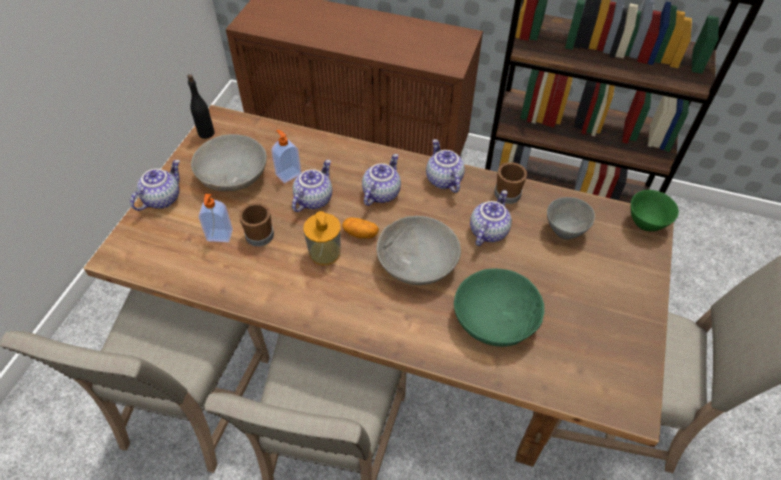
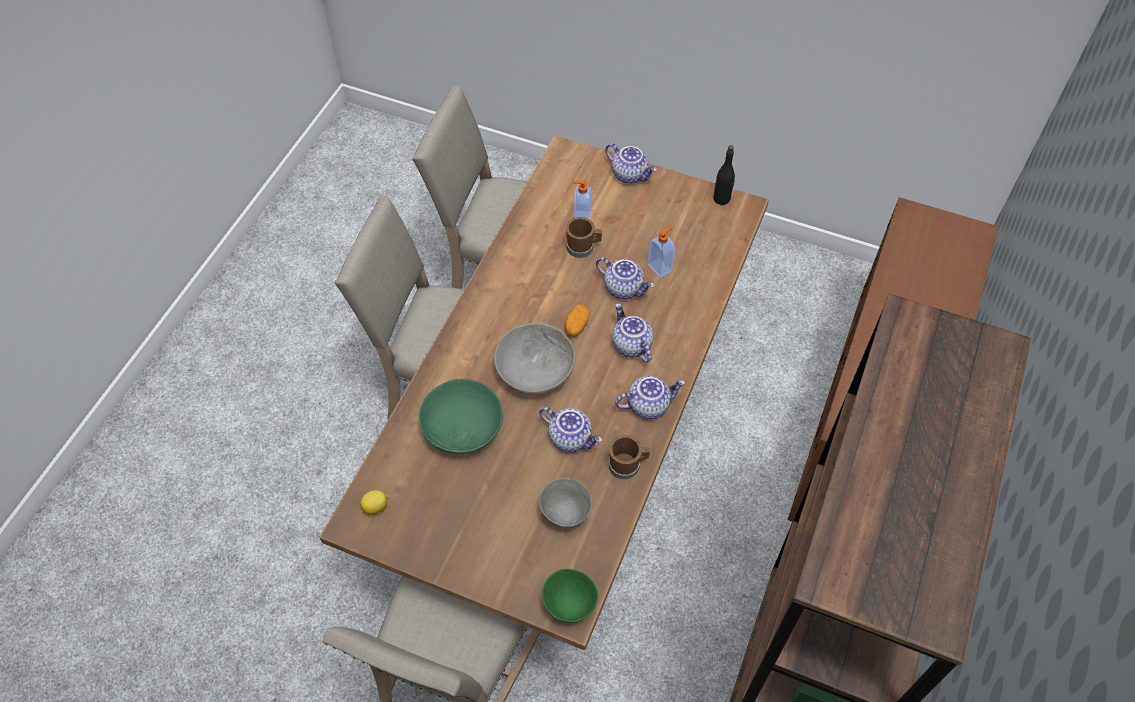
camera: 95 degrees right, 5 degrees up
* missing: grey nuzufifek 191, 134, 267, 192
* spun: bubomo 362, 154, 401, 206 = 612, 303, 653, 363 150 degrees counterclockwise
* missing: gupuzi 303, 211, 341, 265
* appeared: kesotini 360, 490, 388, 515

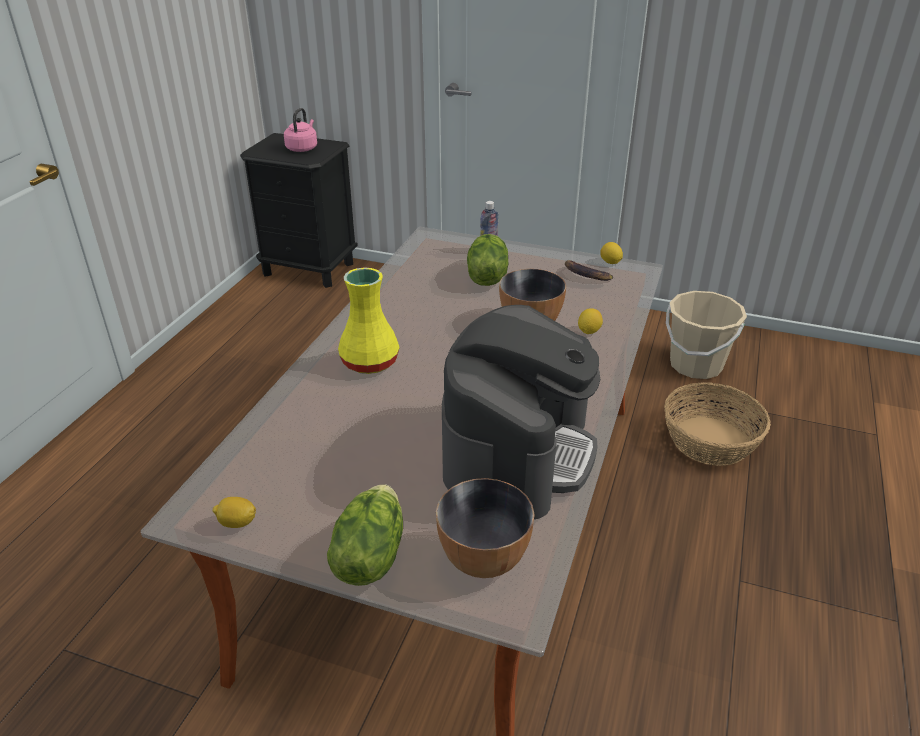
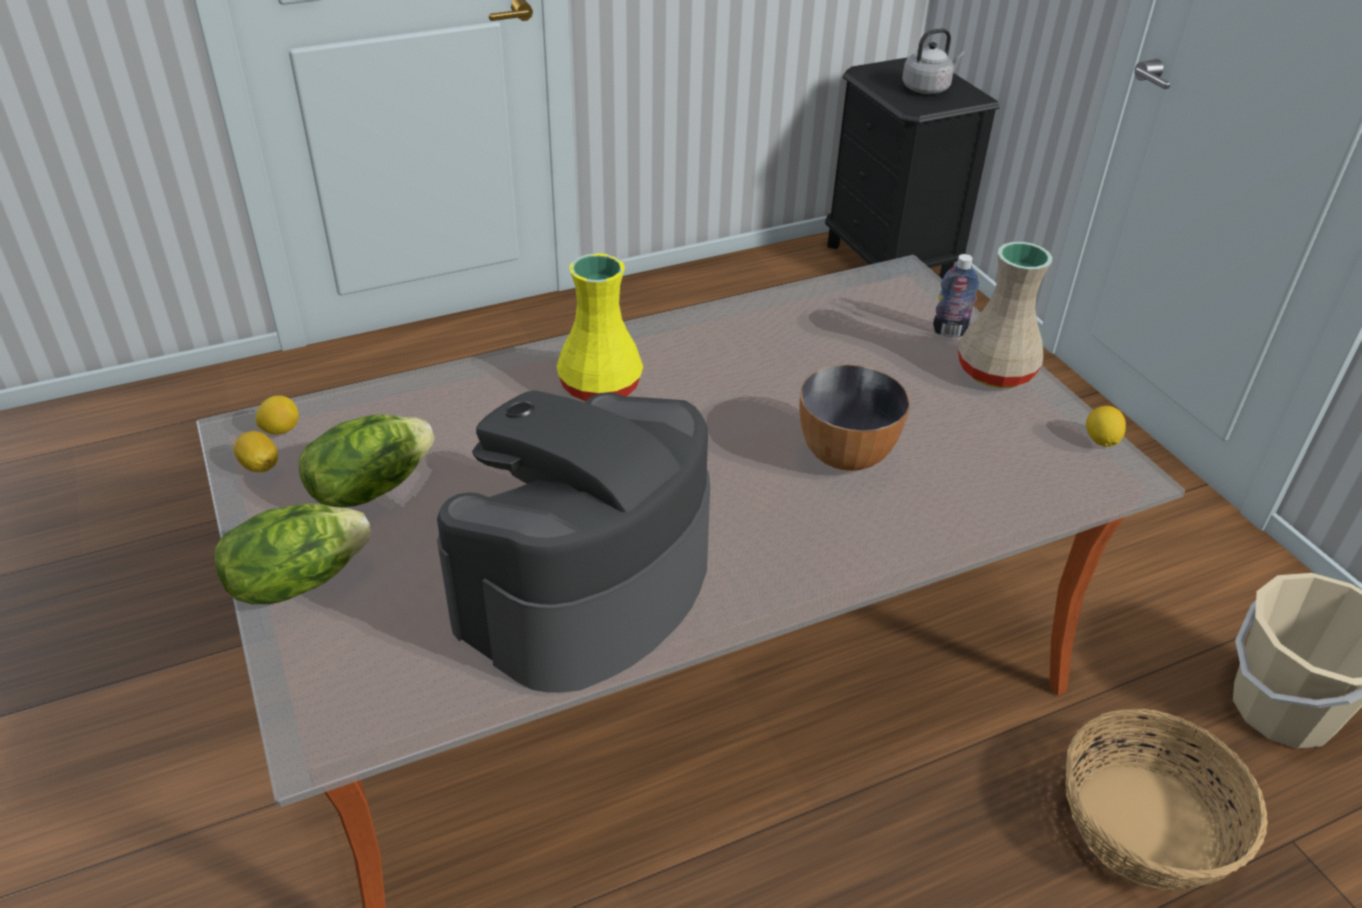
camera: 45 degrees right, 5 degrees up
* colour: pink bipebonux 284, 108, 317, 152 to grey bipebonux 902, 28, 965, 94
* relocated: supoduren 467, 234, 509, 286 to 299, 414, 434, 508
* missing: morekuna 565, 260, 613, 281
* spun: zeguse 442, 305, 600, 519 = 437, 390, 710, 693 150 degrees clockwise
* relocated: kesotini 578, 308, 603, 334 to 256, 395, 299, 435
* missing: nuzufifek 436, 478, 535, 578
* appeared: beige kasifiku 958, 242, 1052, 388

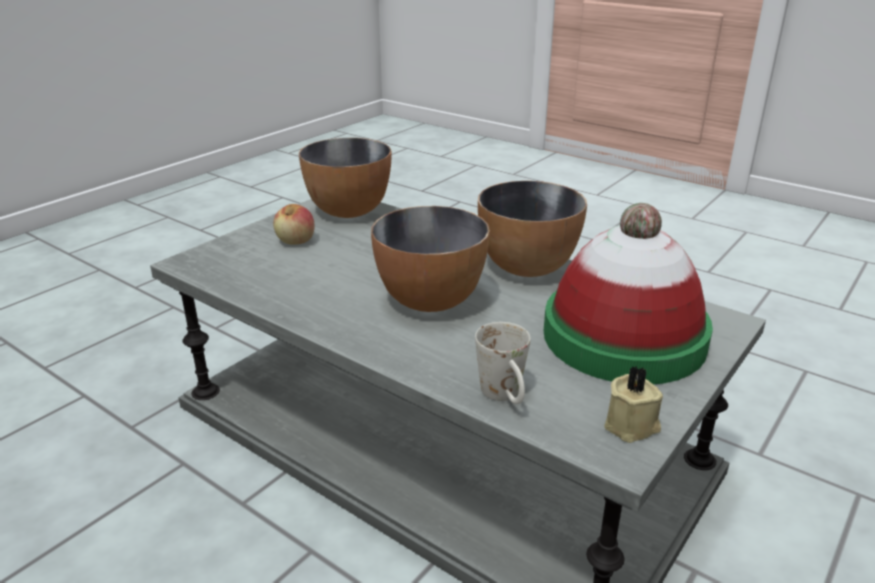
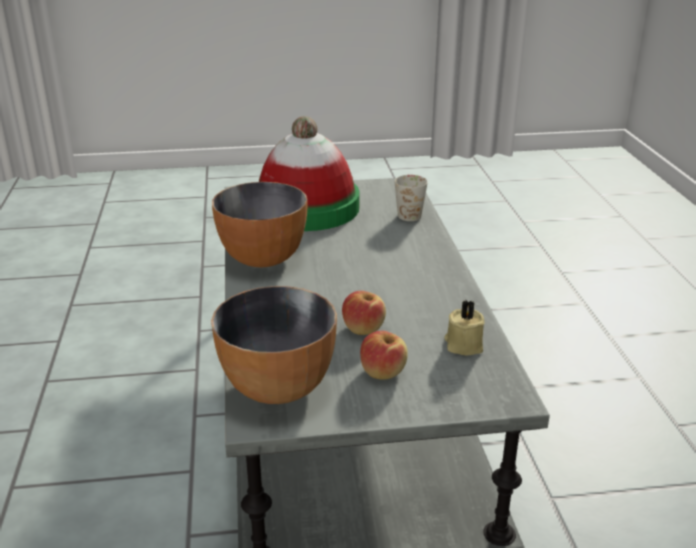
camera: 135 degrees left, 0 degrees up
* missing: nuzufifek 371, 206, 490, 312
* relocated: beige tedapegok 604, 366, 663, 443 to 444, 300, 485, 356
* appeared: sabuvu 342, 291, 386, 335

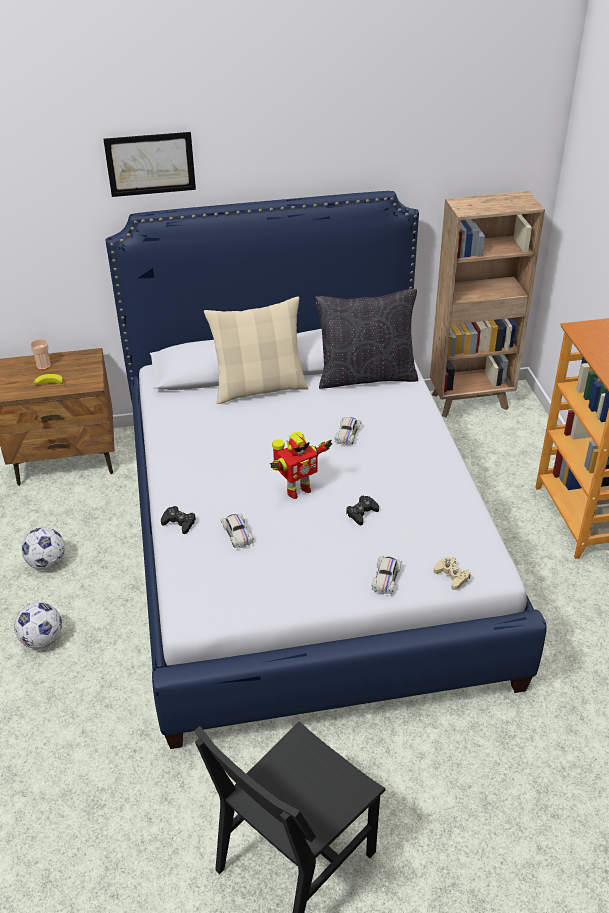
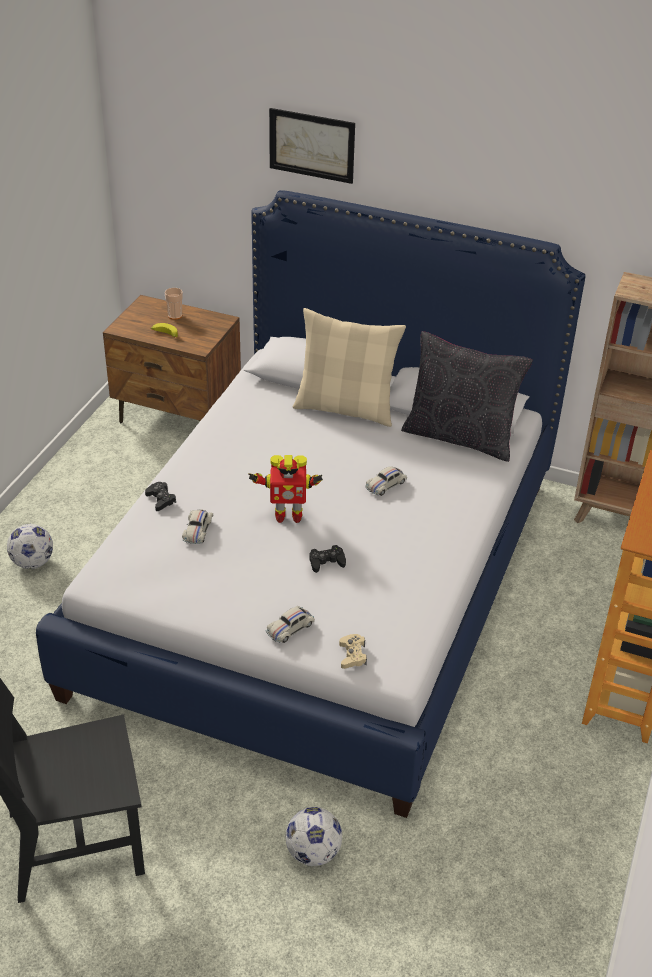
camera: 30 degrees right, 0 degrees up
* relocated: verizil 21, 527, 65, 570 to 286, 807, 342, 866

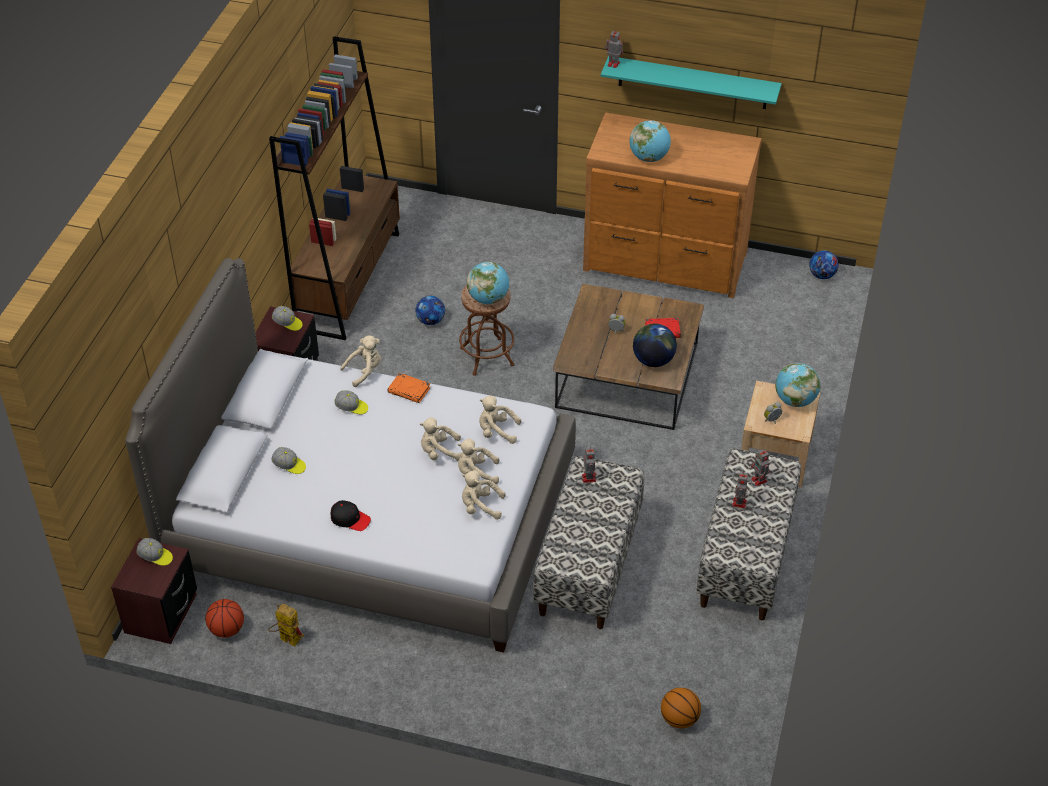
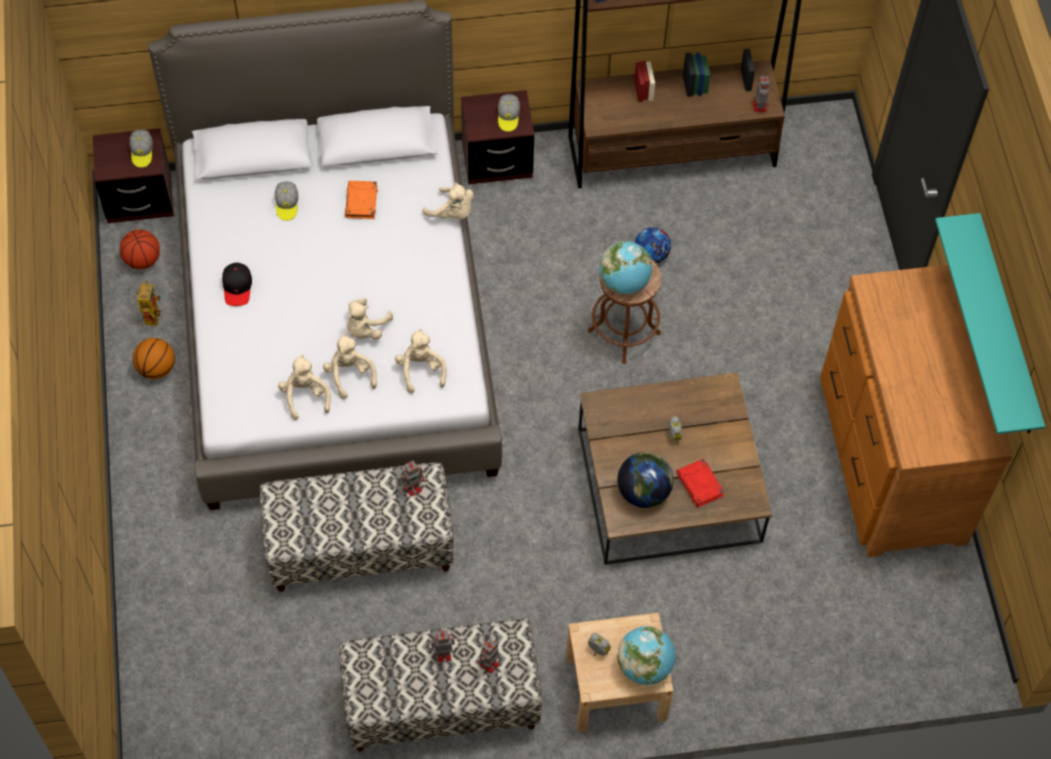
camera: 65 degrees right, 15 degrees up
* relocated: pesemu 604, 31, 623, 68 to 753, 75, 770, 112
* missing: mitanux 629, 121, 671, 162
* missing: verizil 809, 250, 839, 279
* relocated: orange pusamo 387, 373, 431, 403 to 345, 181, 377, 219
* missing: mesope 335, 390, 368, 415
* spun: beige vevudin 420, 417, 462, 461 = 347, 298, 393, 340 120 degrees counterclockwise
* relocated: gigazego 661, 688, 701, 729 to 133, 338, 175, 379

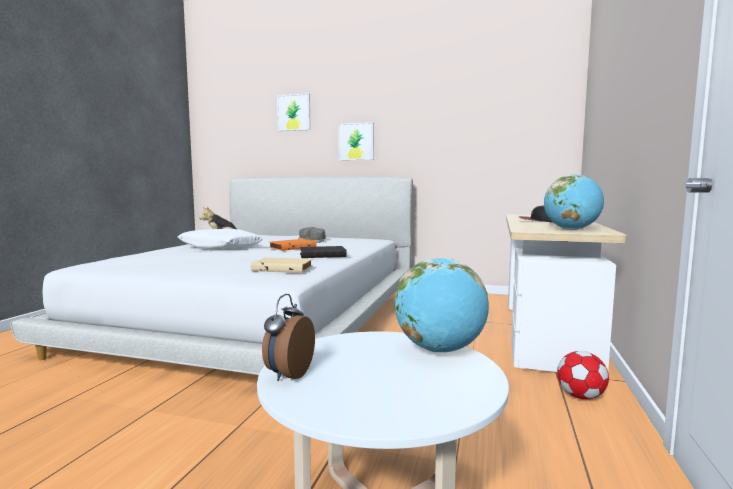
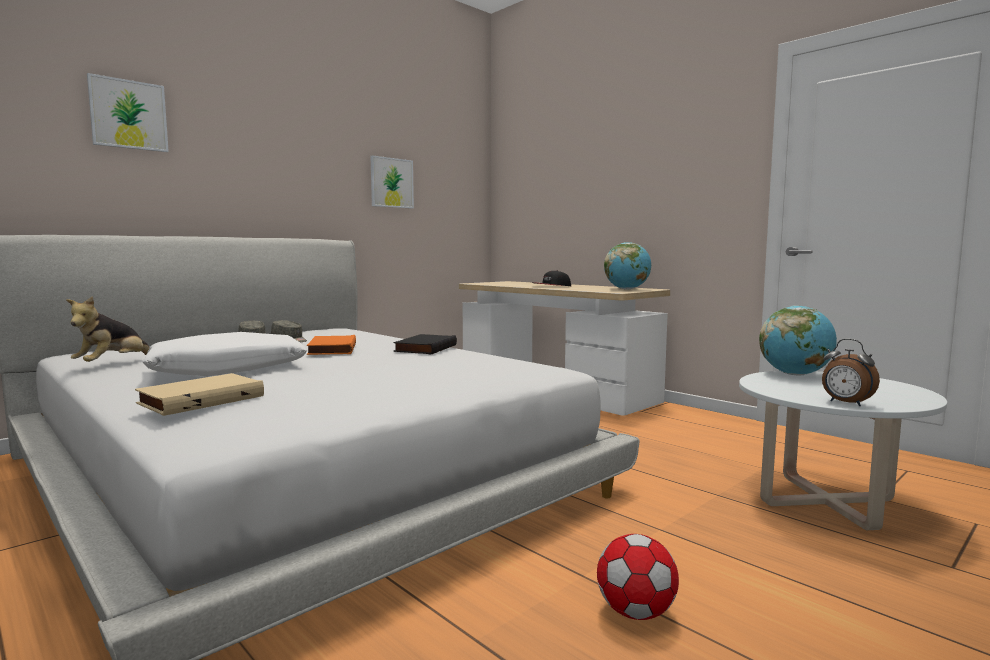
camera: 60 degrees left, 0 degrees up
* relocated: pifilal 338, 122, 374, 160 to 370, 155, 414, 209
* relocated: beige pusamo 251, 257, 313, 273 to 135, 373, 264, 416
* relocated: verizil 557, 351, 609, 399 to 597, 534, 679, 620

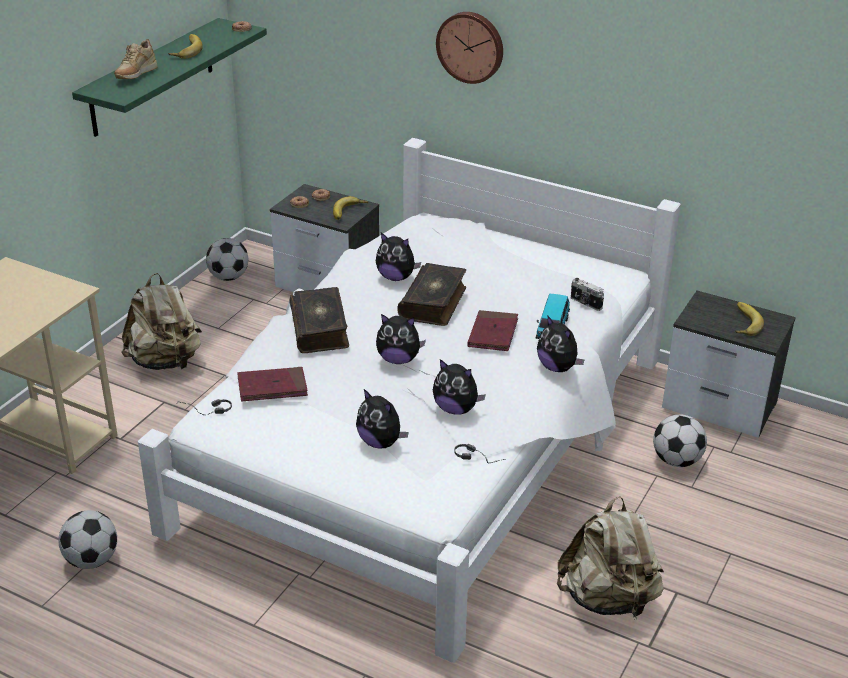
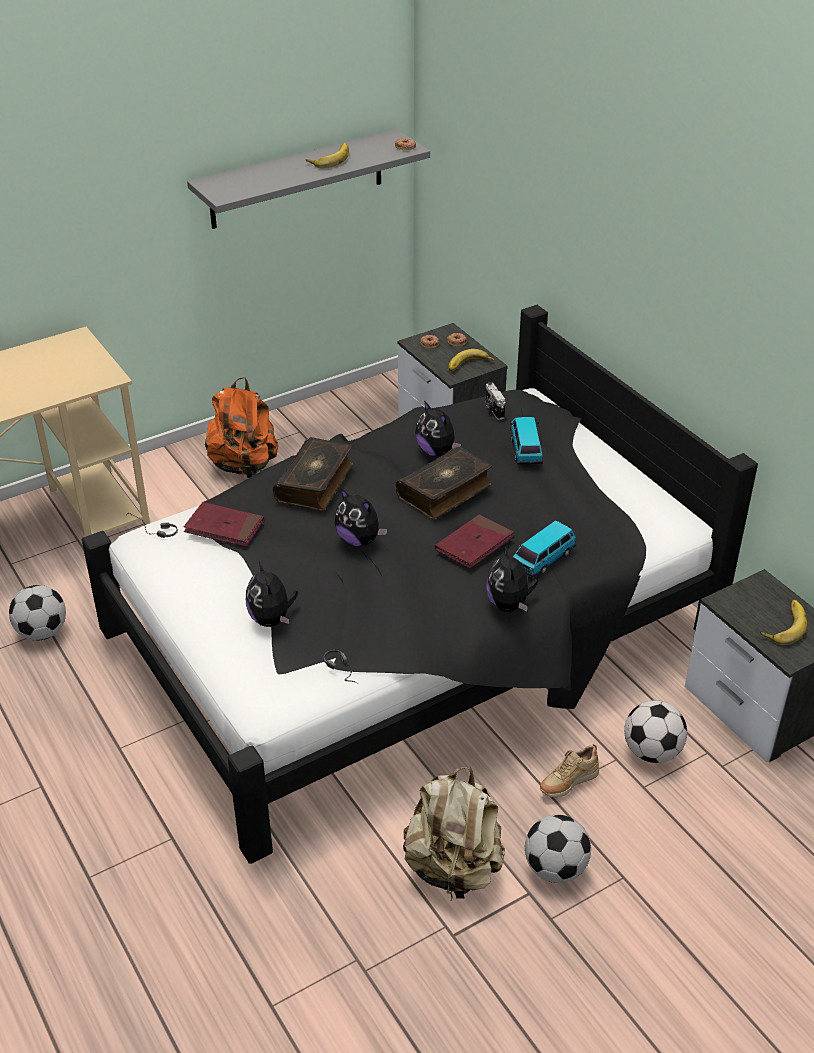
camera: 30 degrees right, 5 degrees up
* missing: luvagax 436, 12, 503, 84
* colour: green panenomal 72, 18, 267, 137 to grey panenomal 187, 129, 430, 229
* relocated: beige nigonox 114, 39, 158, 79 to 540, 744, 599, 797
* colour: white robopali 138, 138, 681, 663 to black robopali 82, 305, 758, 864
* relocated: verizil 206, 238, 248, 281 to 525, 815, 591, 883
* colour: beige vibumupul 122, 273, 202, 370 to orange vibumupul 205, 377, 278, 478
* relocated: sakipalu 571, 278, 604, 311 to 485, 382, 506, 420
* missing: vevudin 433, 359, 486, 414
* appeared: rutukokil 510, 417, 543, 465

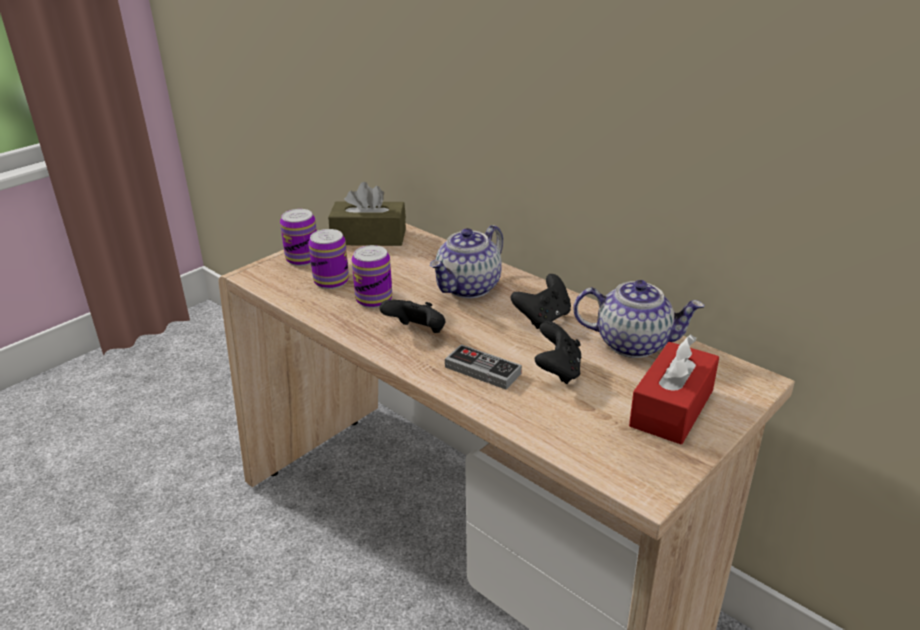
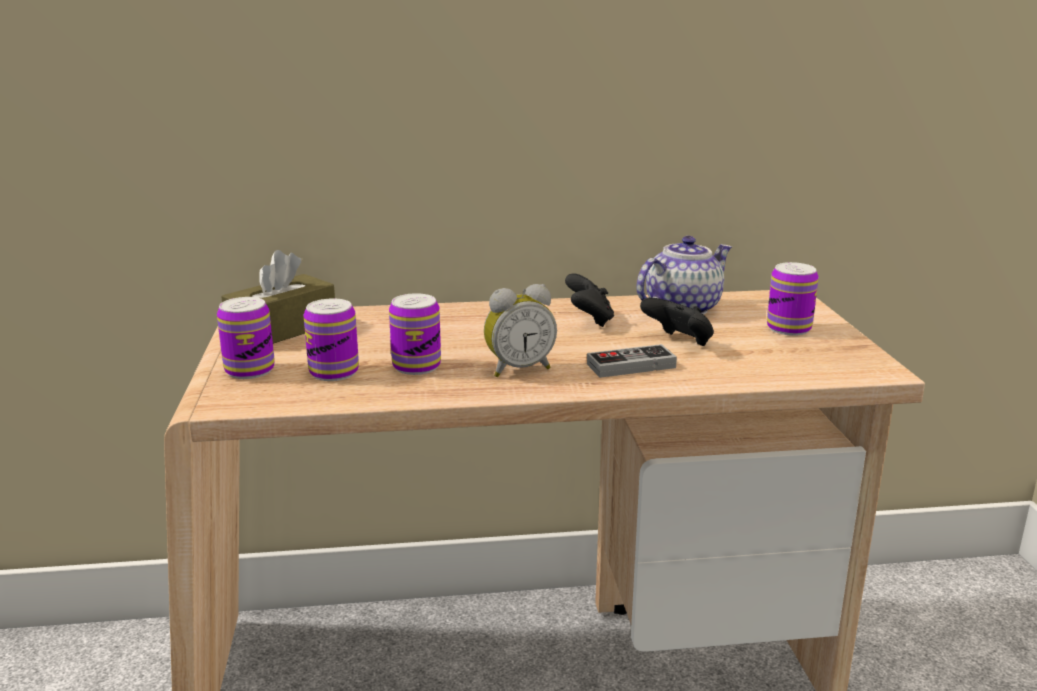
camera: 50 degrees left, 10 degrees down
* missing: bubomo 430, 225, 503, 298
* exchanged: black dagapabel 380, 300, 445, 333 to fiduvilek 484, 284, 557, 377
* exchanged: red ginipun 629, 334, 719, 444 to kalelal 767, 262, 819, 336

